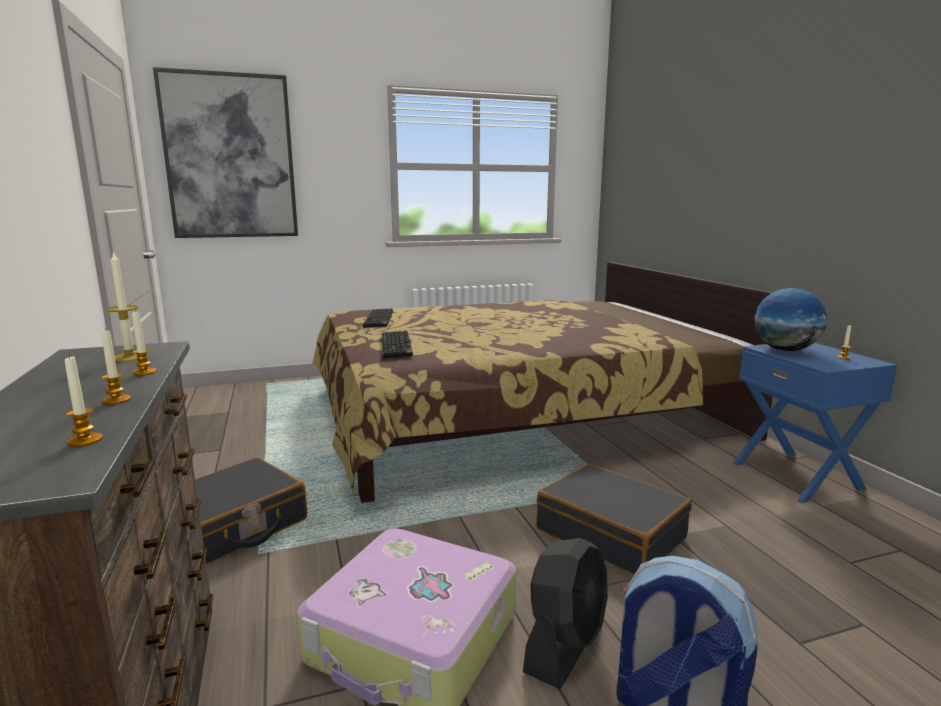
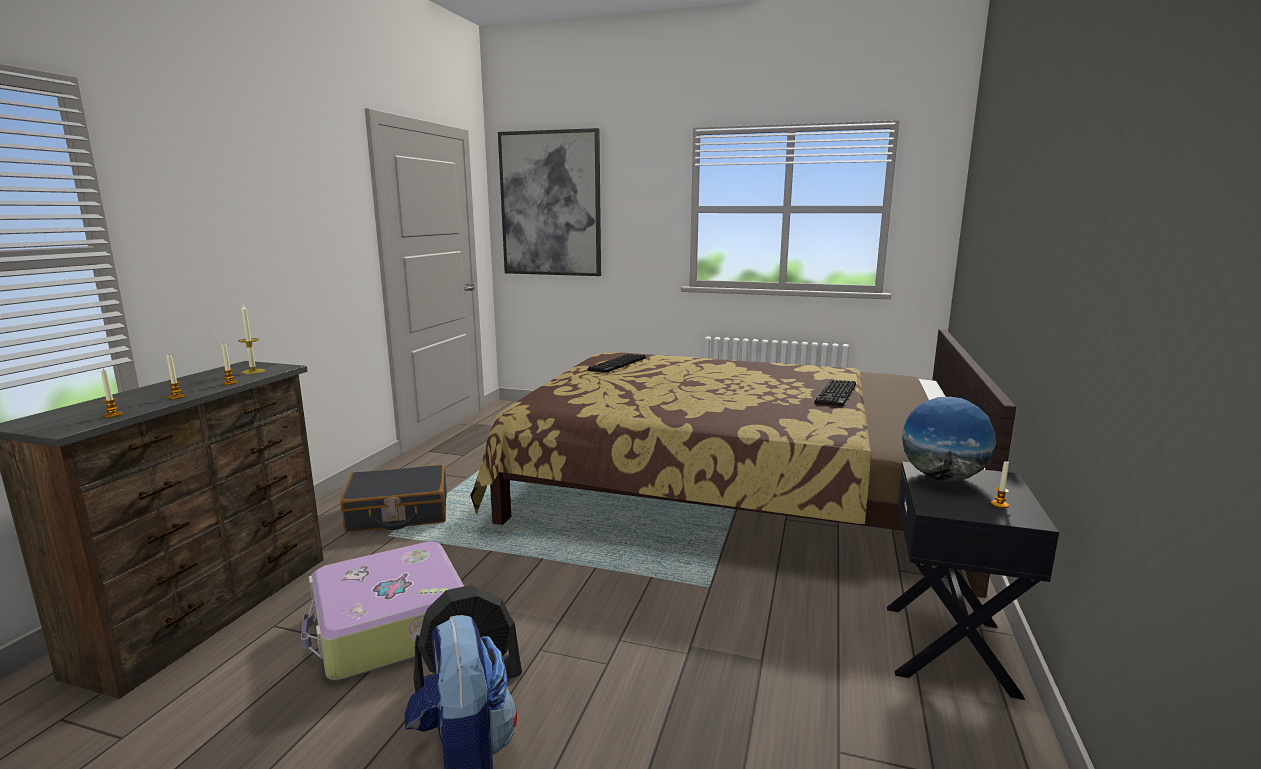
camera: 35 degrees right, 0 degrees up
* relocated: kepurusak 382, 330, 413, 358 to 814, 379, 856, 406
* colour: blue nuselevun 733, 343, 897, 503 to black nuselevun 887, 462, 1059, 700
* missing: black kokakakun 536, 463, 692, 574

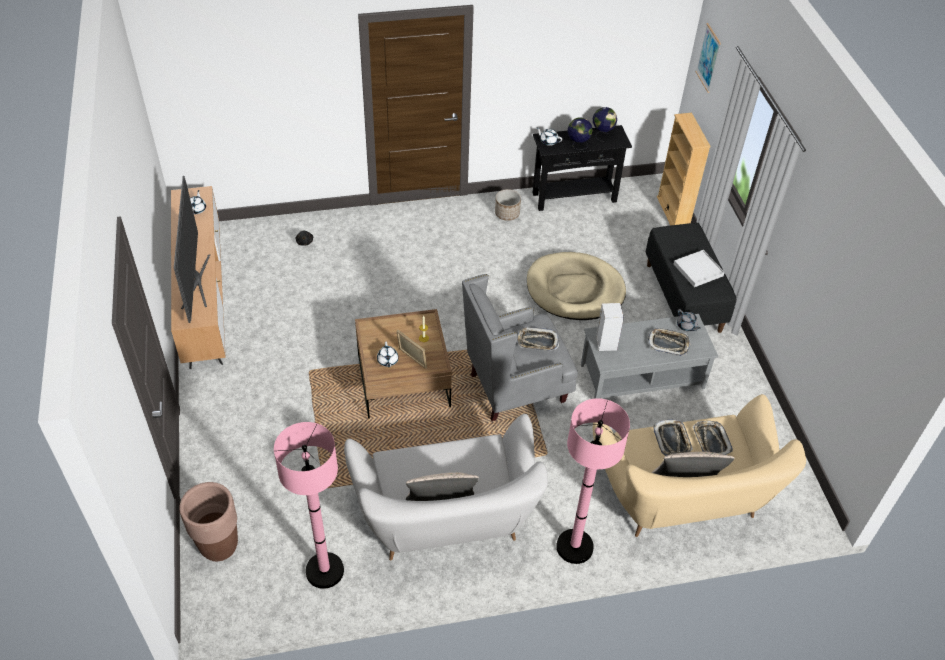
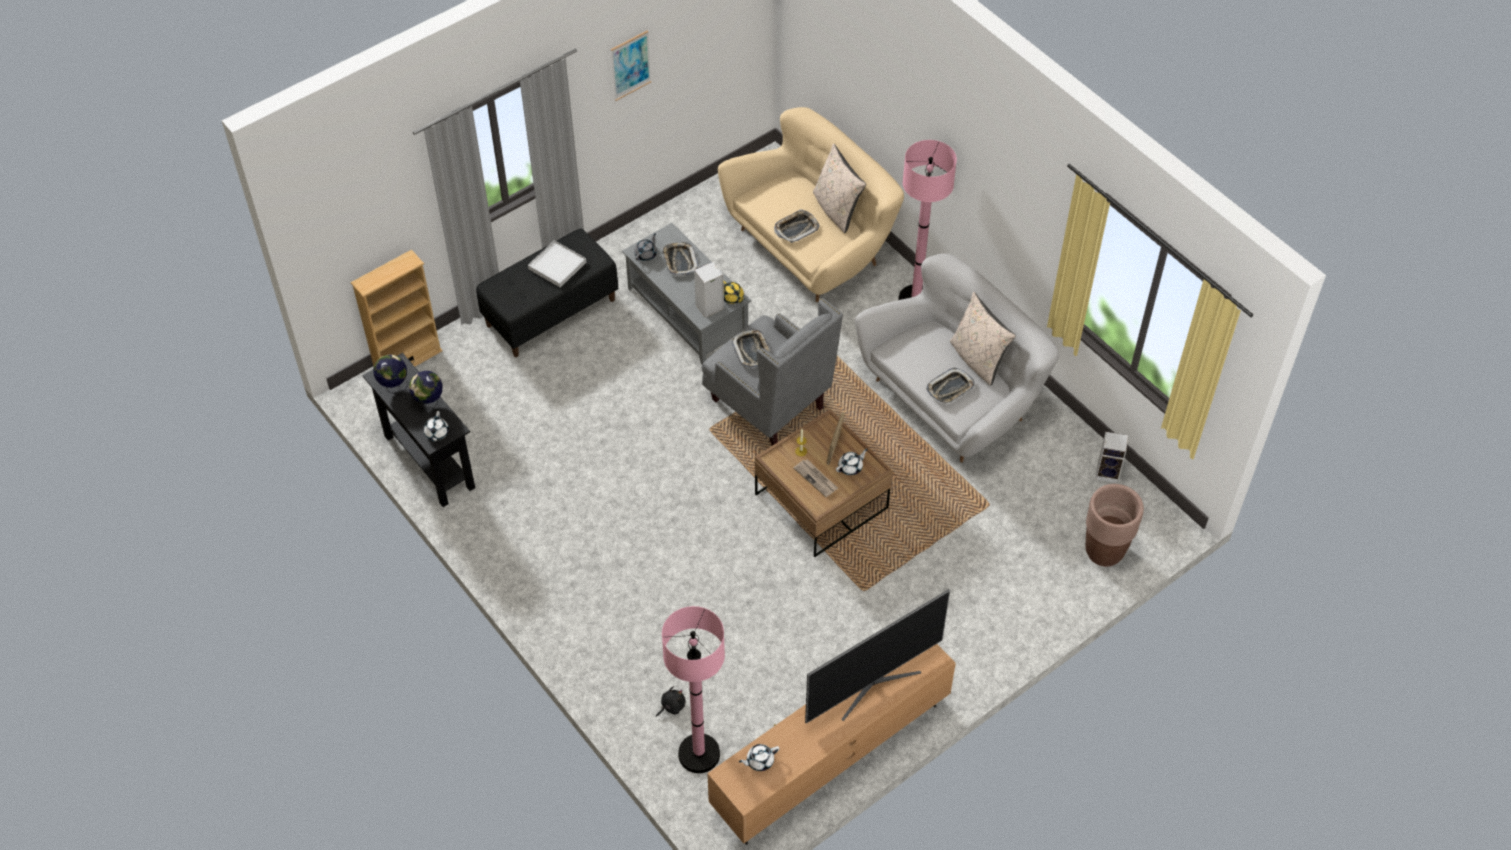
camera: 115 degrees left, 5 degrees up
* relocated: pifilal 695, 23, 721, 93 to 611, 30, 651, 101
* missing: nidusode 495, 189, 521, 221
* missing: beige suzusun 527, 252, 626, 320
* relocated: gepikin 693, 421, 733, 455 to 926, 368, 975, 404
* relocated: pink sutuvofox 274, 422, 344, 589 to 662, 606, 725, 773
* appeared: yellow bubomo 724, 281, 745, 304
* appeared: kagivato 1096, 432, 1128, 484
* appeared: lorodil 793, 459, 838, 497

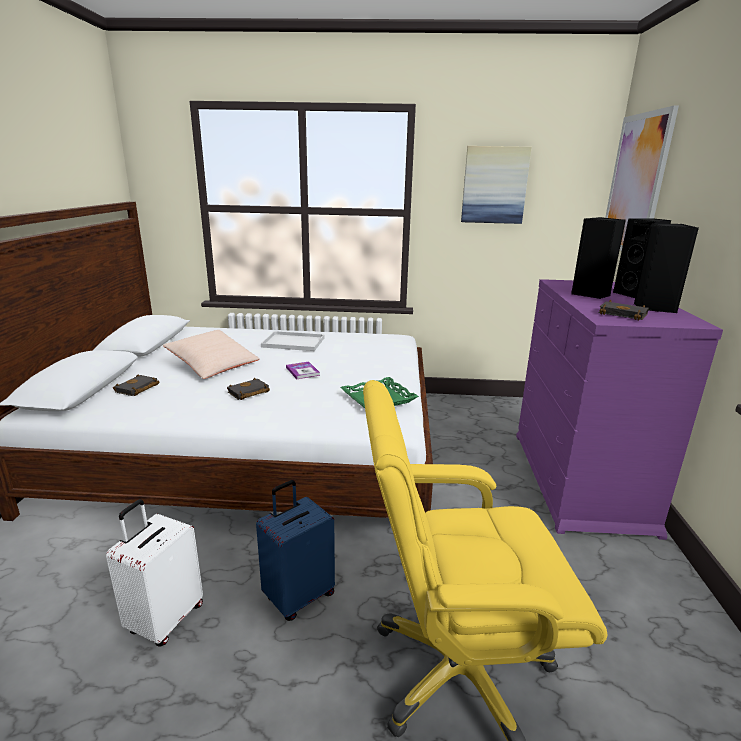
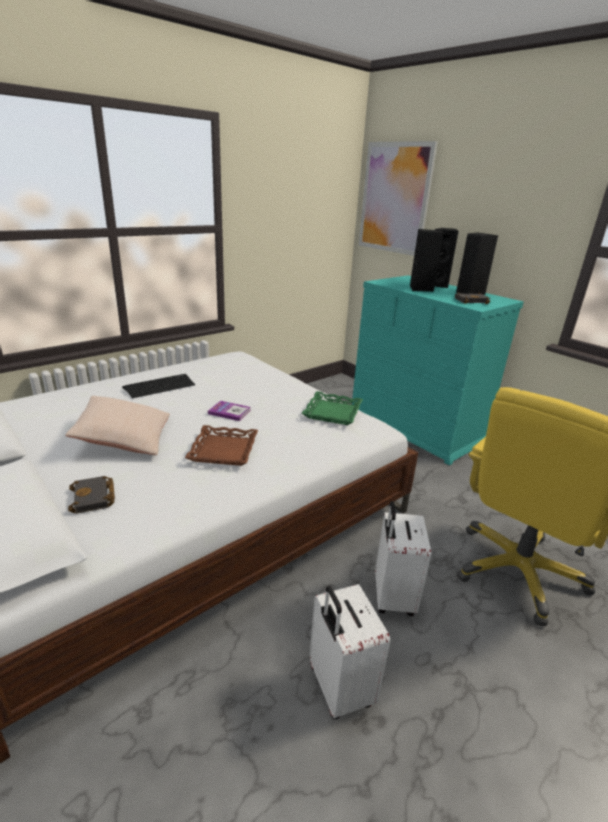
camera: 45 degrees left, 5 degrees up
* missing: pifilal 461, 146, 532, 224
* colour: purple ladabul 516, 279, 723, 540 to turquoise ladabul 352, 275, 524, 465
* exchanged: white gepikin 261, 331, 324, 351 to kepurusak 122, 374, 195, 398
* exchanged: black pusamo 227, 378, 270, 400 to brown gepikin 185, 425, 258, 466
* colour: blue kokakakun 256, 480, 335, 621 to white kokakakun 375, 501, 431, 616

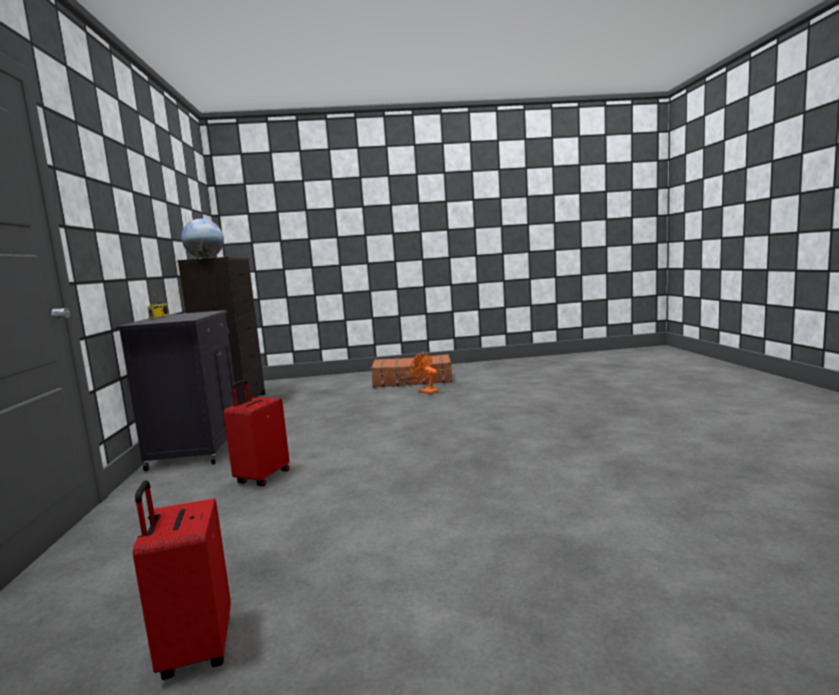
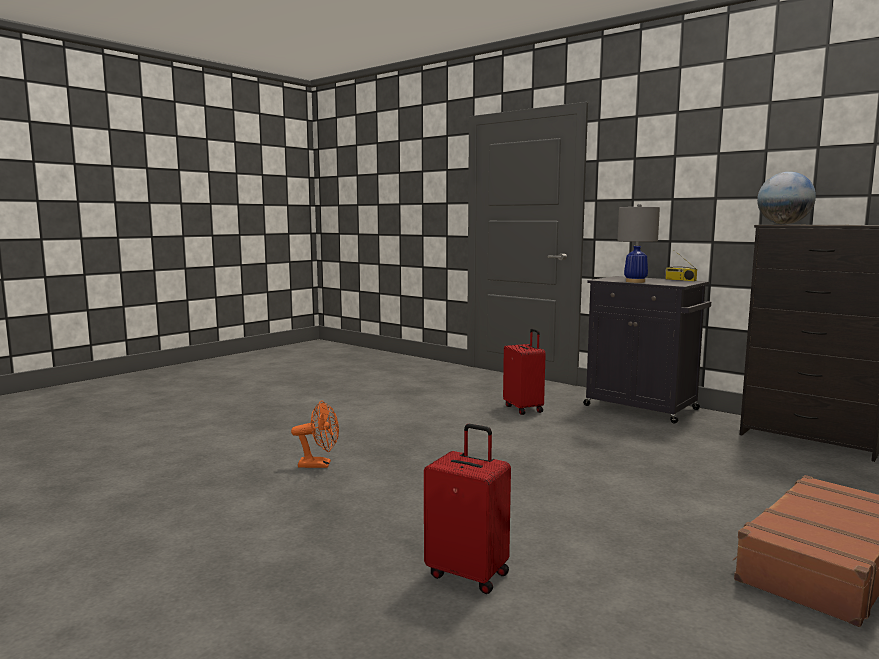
camera: 135 degrees right, 0 degrees up
* relocated: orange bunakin 410, 352, 438, 394 to 291, 400, 339, 468
* relocated: red kokakakun 133, 480, 231, 680 to 424, 424, 511, 594
* appeared: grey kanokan 618, 204, 660, 283

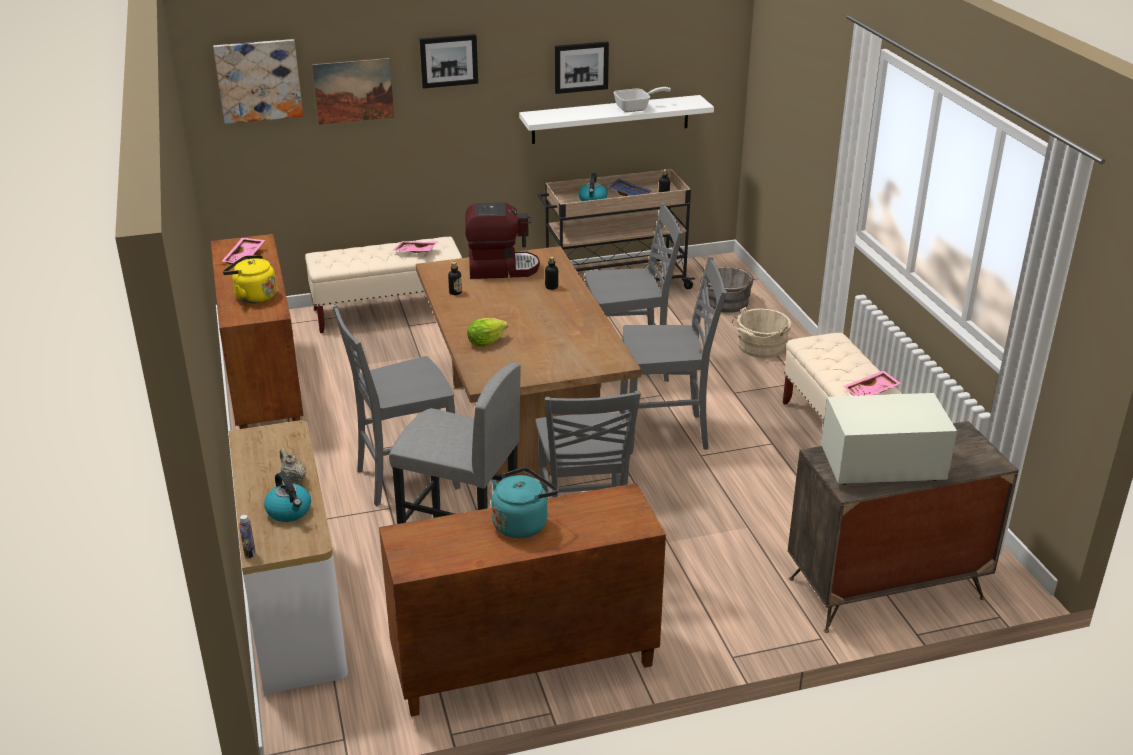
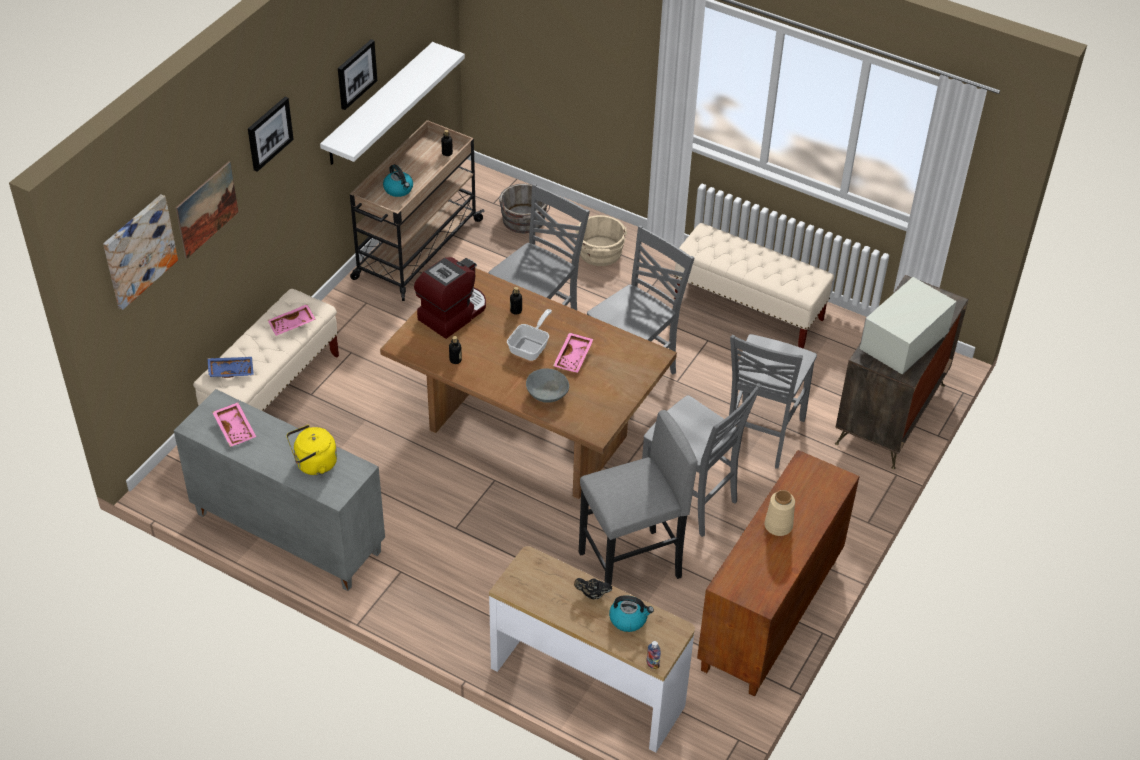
camera: 45 degrees left, 15 degrees up
* relocated: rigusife 613, 87, 671, 112 to 507, 309, 552, 361
* relocated: blue gepikin 608, 179, 652, 196 to 207, 357, 254, 378
* colour: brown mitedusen 211, 234, 303, 429 to grey mitedusen 174, 389, 385, 591
* relocated: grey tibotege 333, 304, 461, 506 to 726, 334, 817, 469
* exchanged: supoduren 467, 318, 508, 347 to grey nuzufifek 526, 368, 569, 403
* relocated: pink gepikin 843, 370, 902, 396 to 553, 333, 594, 373
* colour: beige bubomo 280, 448, 306, 483 to black bubomo 574, 578, 612, 600
* exchanged: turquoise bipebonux 491, 468, 558, 538 to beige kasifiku 765, 490, 795, 536

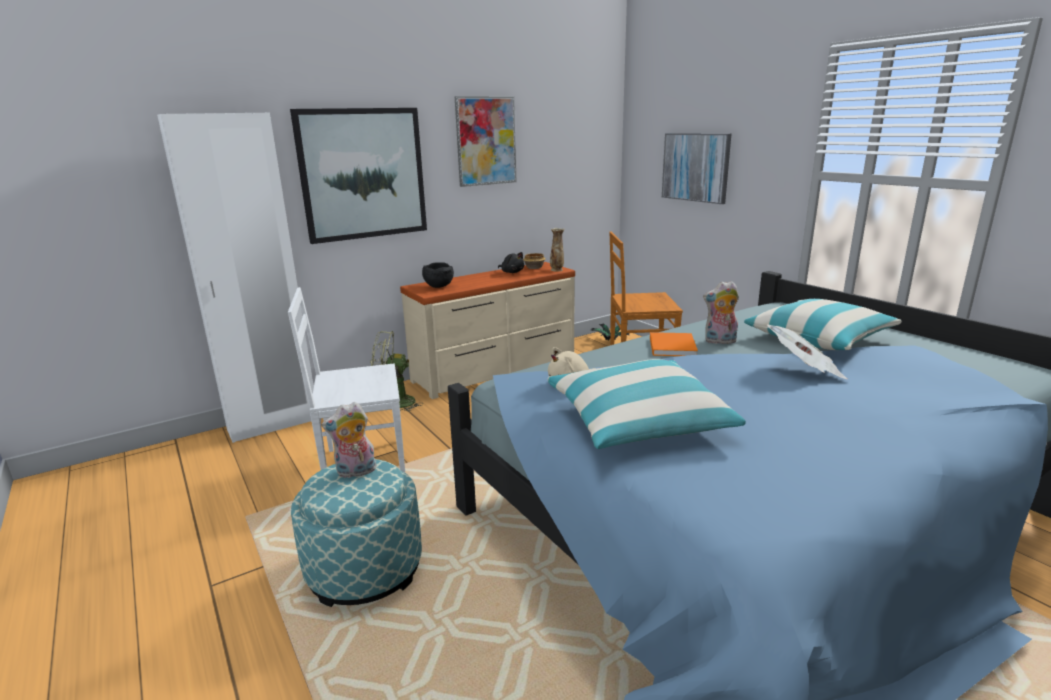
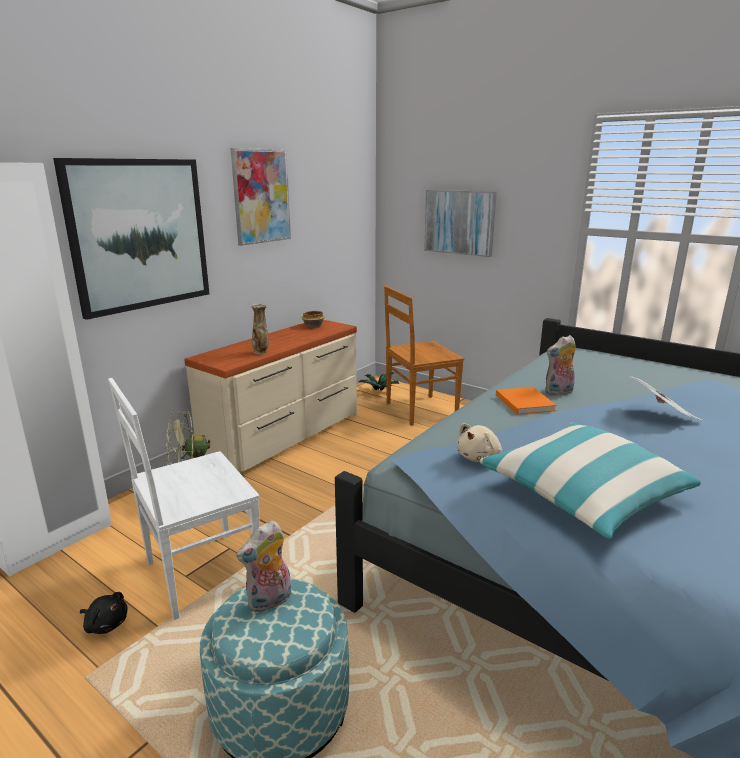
camera: 20 degrees left, 0 degrees up
* relocated: kasifiku 550, 228, 565, 272 to 251, 303, 269, 355
* relocated: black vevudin 498, 252, 524, 273 to 80, 592, 128, 634
* missing: black nuzufifek 422, 262, 454, 288
* missing: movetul 744, 299, 901, 350

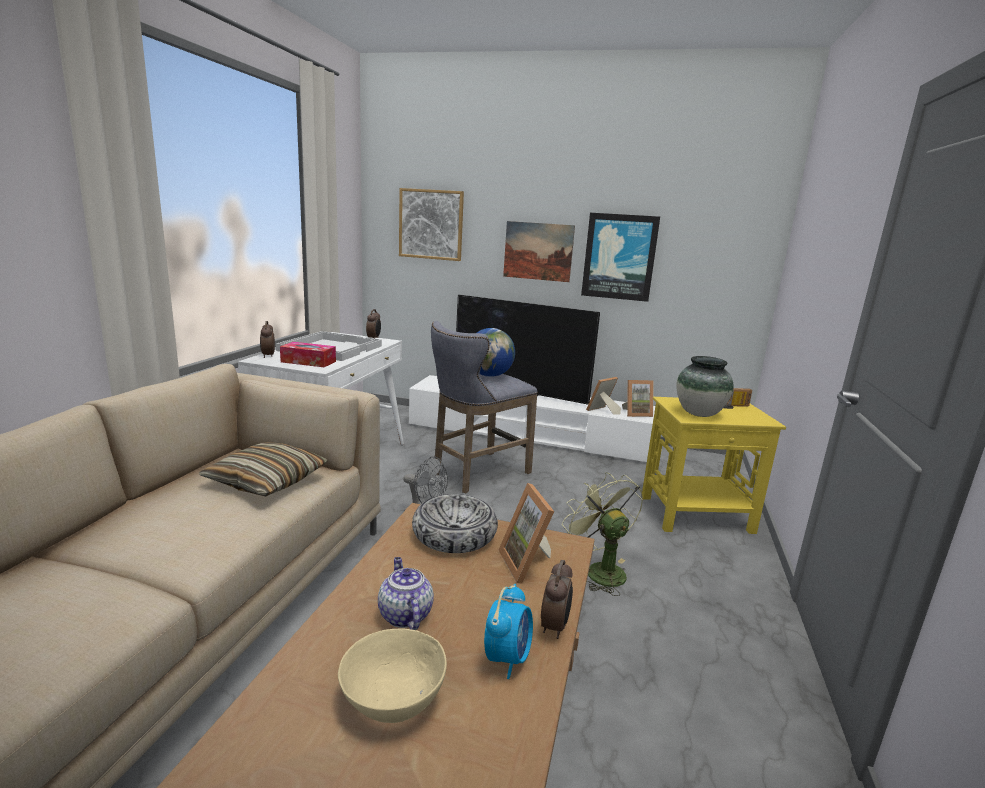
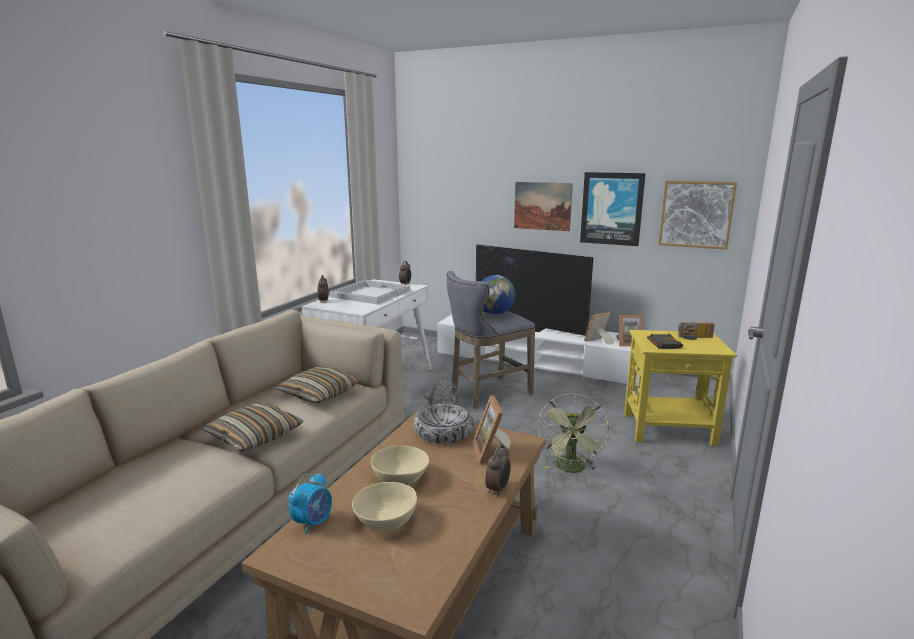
camera: 10 degrees right, 0 degrees up
* relocated: pifilal 399, 188, 464, 261 to 658, 180, 737, 250
* missing: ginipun 280, 342, 336, 367
* exchanged: kasifiku 676, 356, 734, 417 to black pusamo 647, 334, 684, 349
* spun: green bunakin 562, 472, 643, 596 = 538, 393, 609, 473 150 degrees counterclockwise
* exchanged: bubomo 378, 557, 434, 630 to beige nuzufifek 371, 446, 429, 485
* relocated: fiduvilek 484, 584, 533, 679 to 289, 473, 332, 535
* appeared: movetul 202, 402, 303, 452

